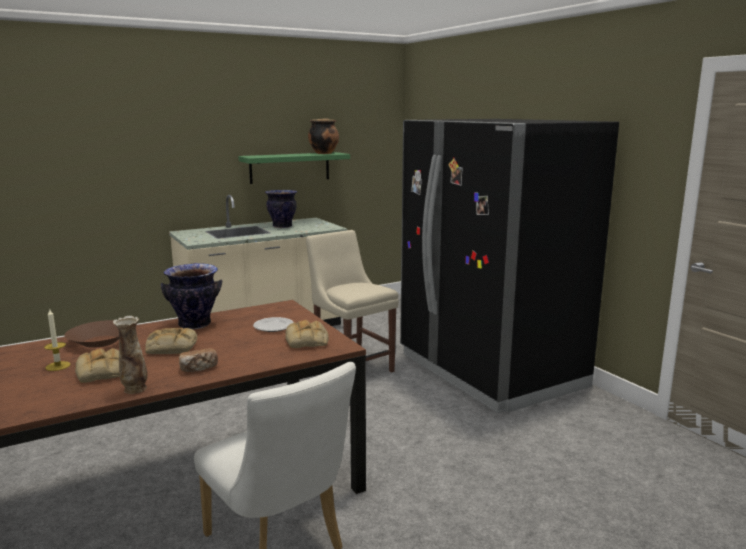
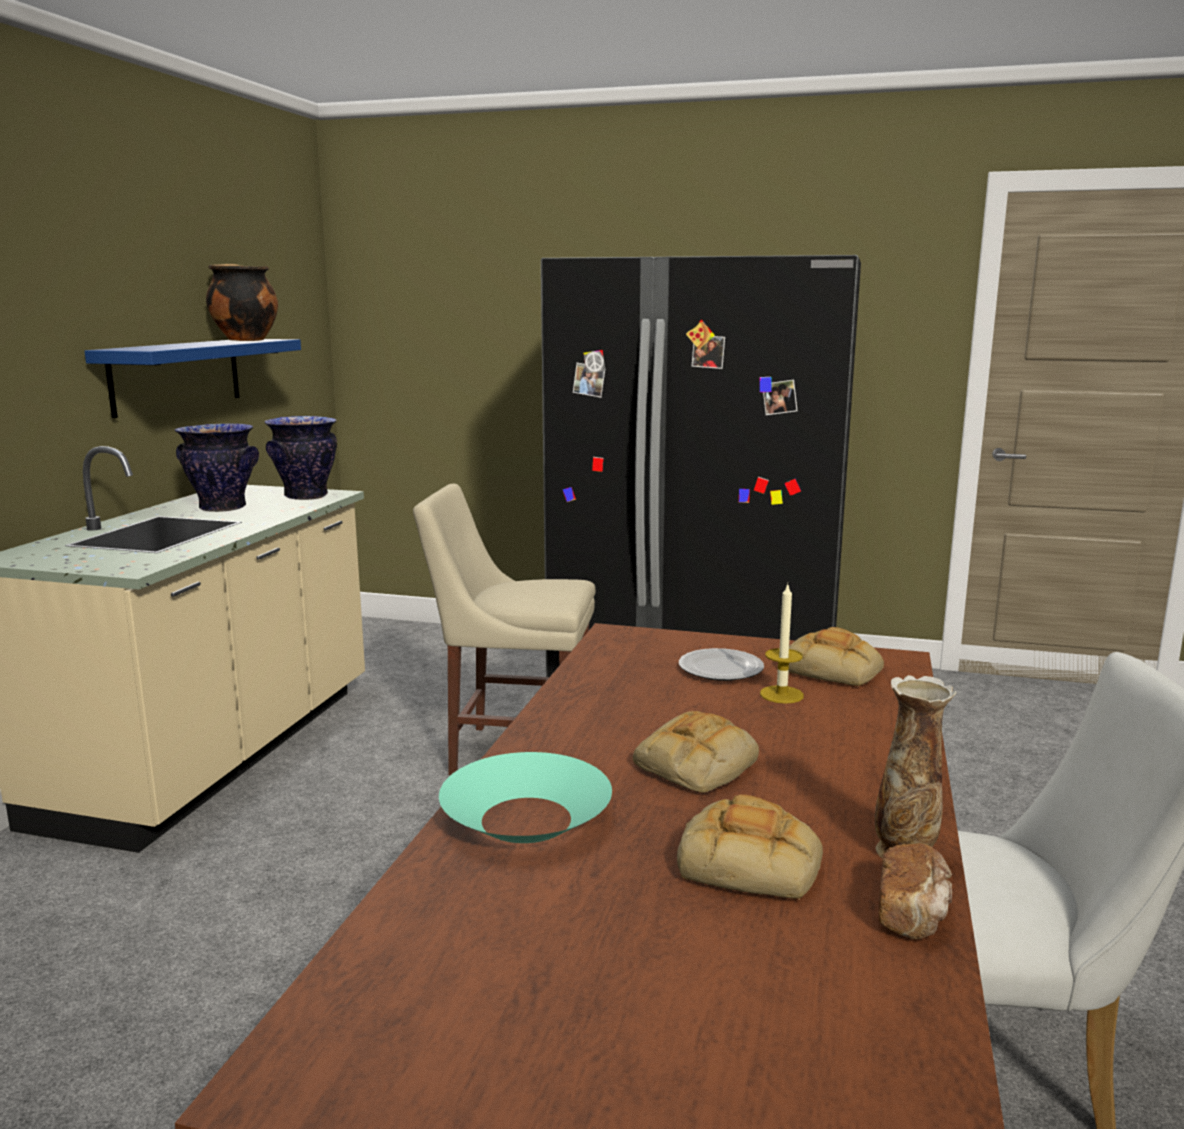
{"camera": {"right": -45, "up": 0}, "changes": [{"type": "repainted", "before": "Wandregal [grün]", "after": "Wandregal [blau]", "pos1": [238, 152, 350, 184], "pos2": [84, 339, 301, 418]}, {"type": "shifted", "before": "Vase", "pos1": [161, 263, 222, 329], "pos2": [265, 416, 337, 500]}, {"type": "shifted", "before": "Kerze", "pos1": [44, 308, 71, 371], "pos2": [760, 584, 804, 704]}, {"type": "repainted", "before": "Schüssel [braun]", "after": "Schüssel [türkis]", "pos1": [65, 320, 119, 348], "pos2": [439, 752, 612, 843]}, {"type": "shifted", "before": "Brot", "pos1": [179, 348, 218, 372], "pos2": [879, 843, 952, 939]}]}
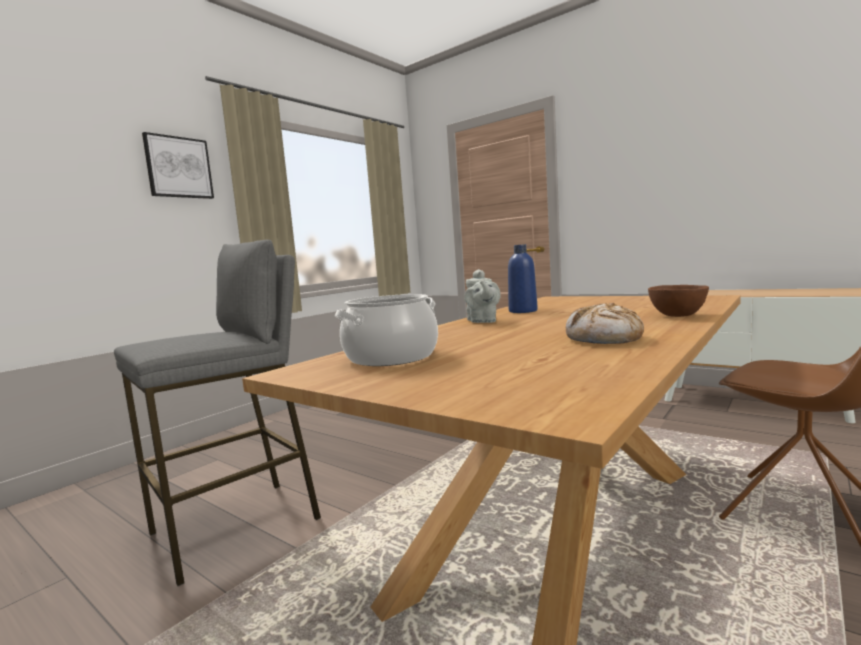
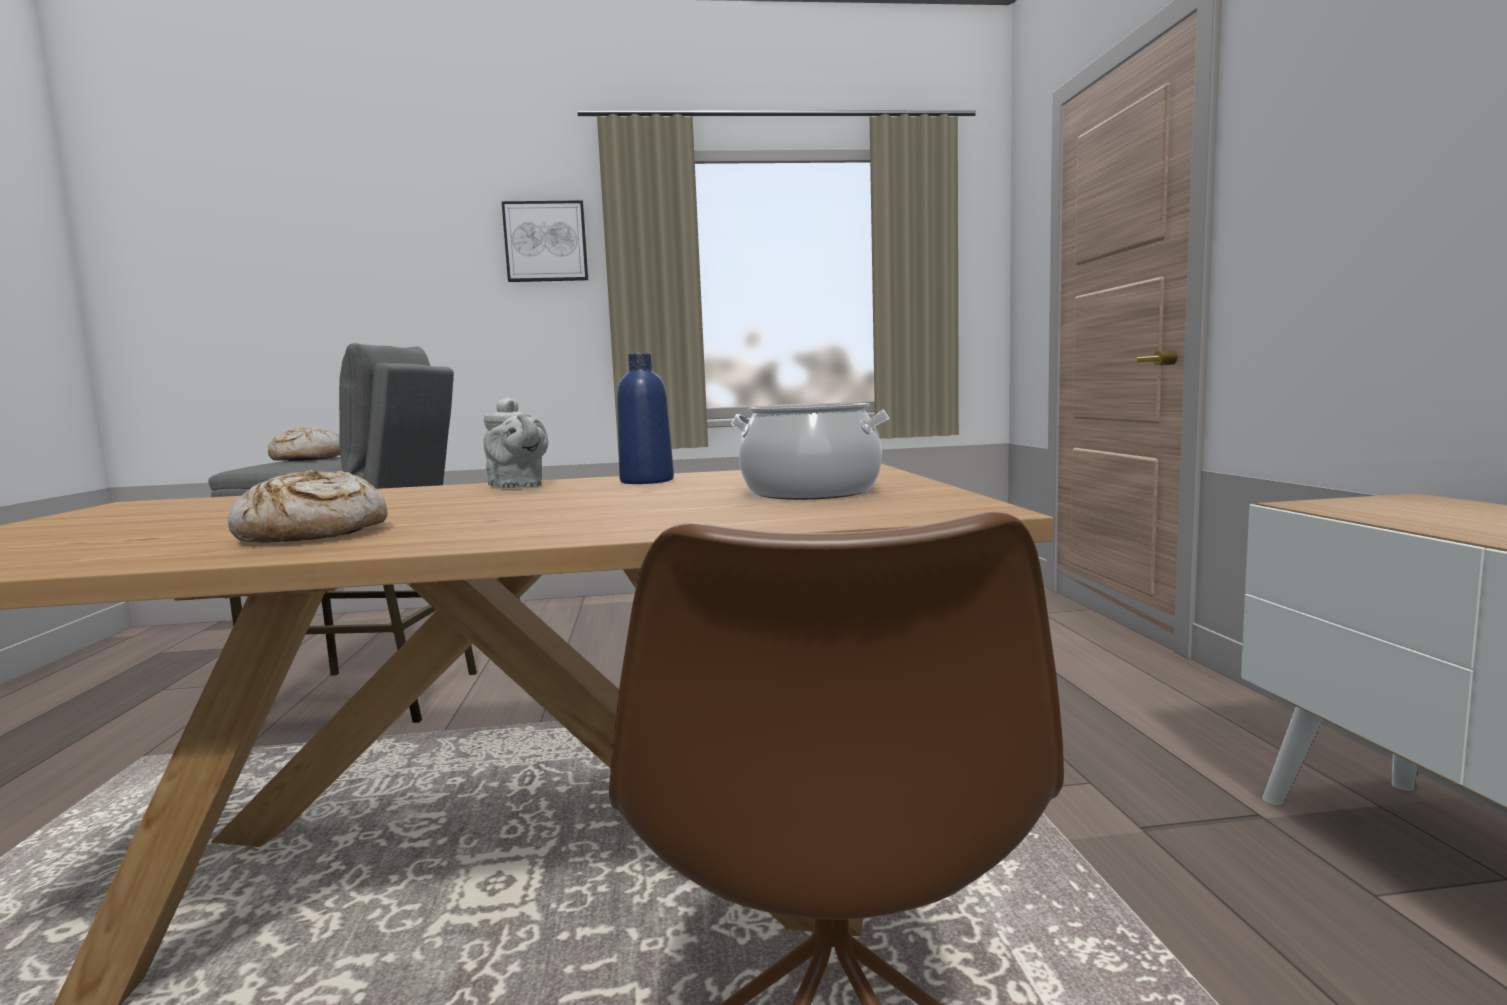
{"camera": {"right": 45, "up": 0}, "changes": [{"type": "rotated", "before": "Teekanne [grau]", "pos1": [464, 269, 501, 323], "pos2": [483, 397, 548, 488], "turn": -75}, {"type": "gone", "before": "Schüssel [braun]", "pos1": [648, 285, 709, 317]}, {"type": "shifted", "before": "Kochtopf", "pos1": [335, 294, 438, 366], "pos2": [731, 403, 889, 500]}, {"type": "new", "after": "Brot", "pos2": [268, 427, 340, 461]}]}
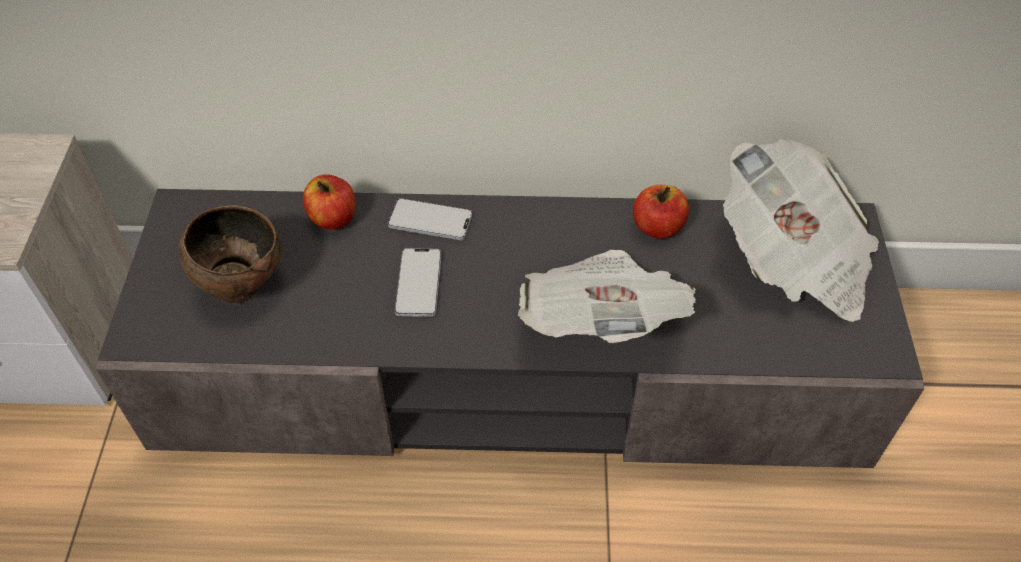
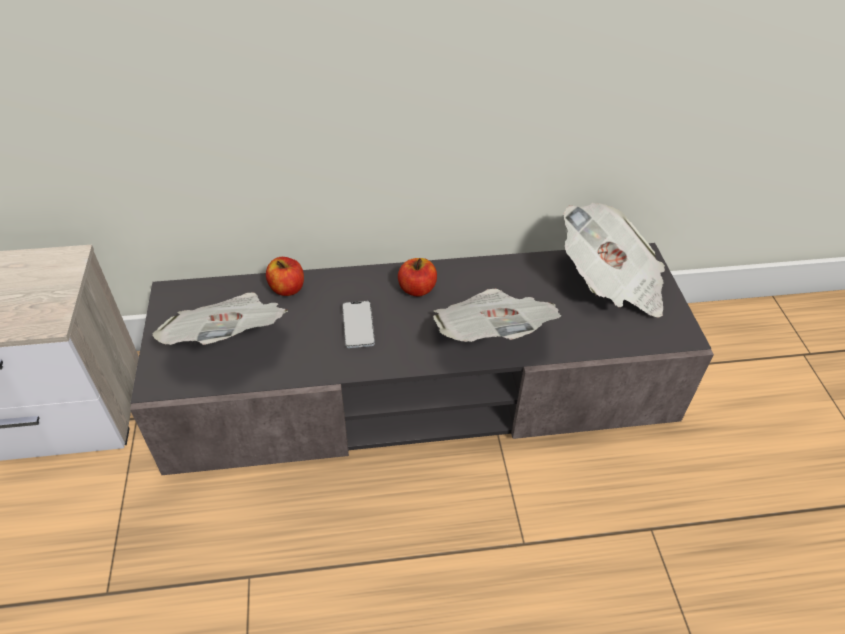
{"camera": {"right": -10, "up": -5}, "changes": [{"type": "shifted", "before": "Apfel", "pos1": [633, 185, 689, 239], "pos2": [398, 258, 437, 297]}, {"type": "gone", "before": "Handy", "pos1": [388, 198, 472, 240]}, {"type": "swapped", "before": "Schüssel [braun]", "after": "Zeitung", "pos1": [178, 205, 281, 304], "pos2": [152, 292, 288, 345]}]}
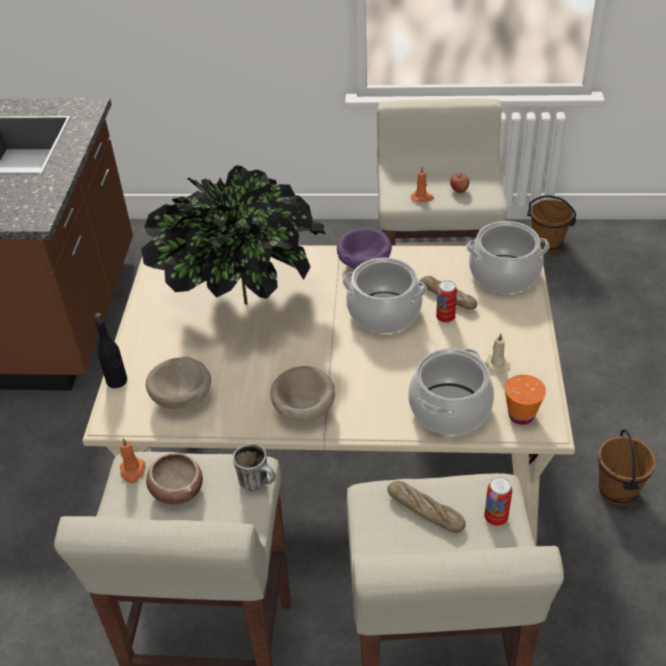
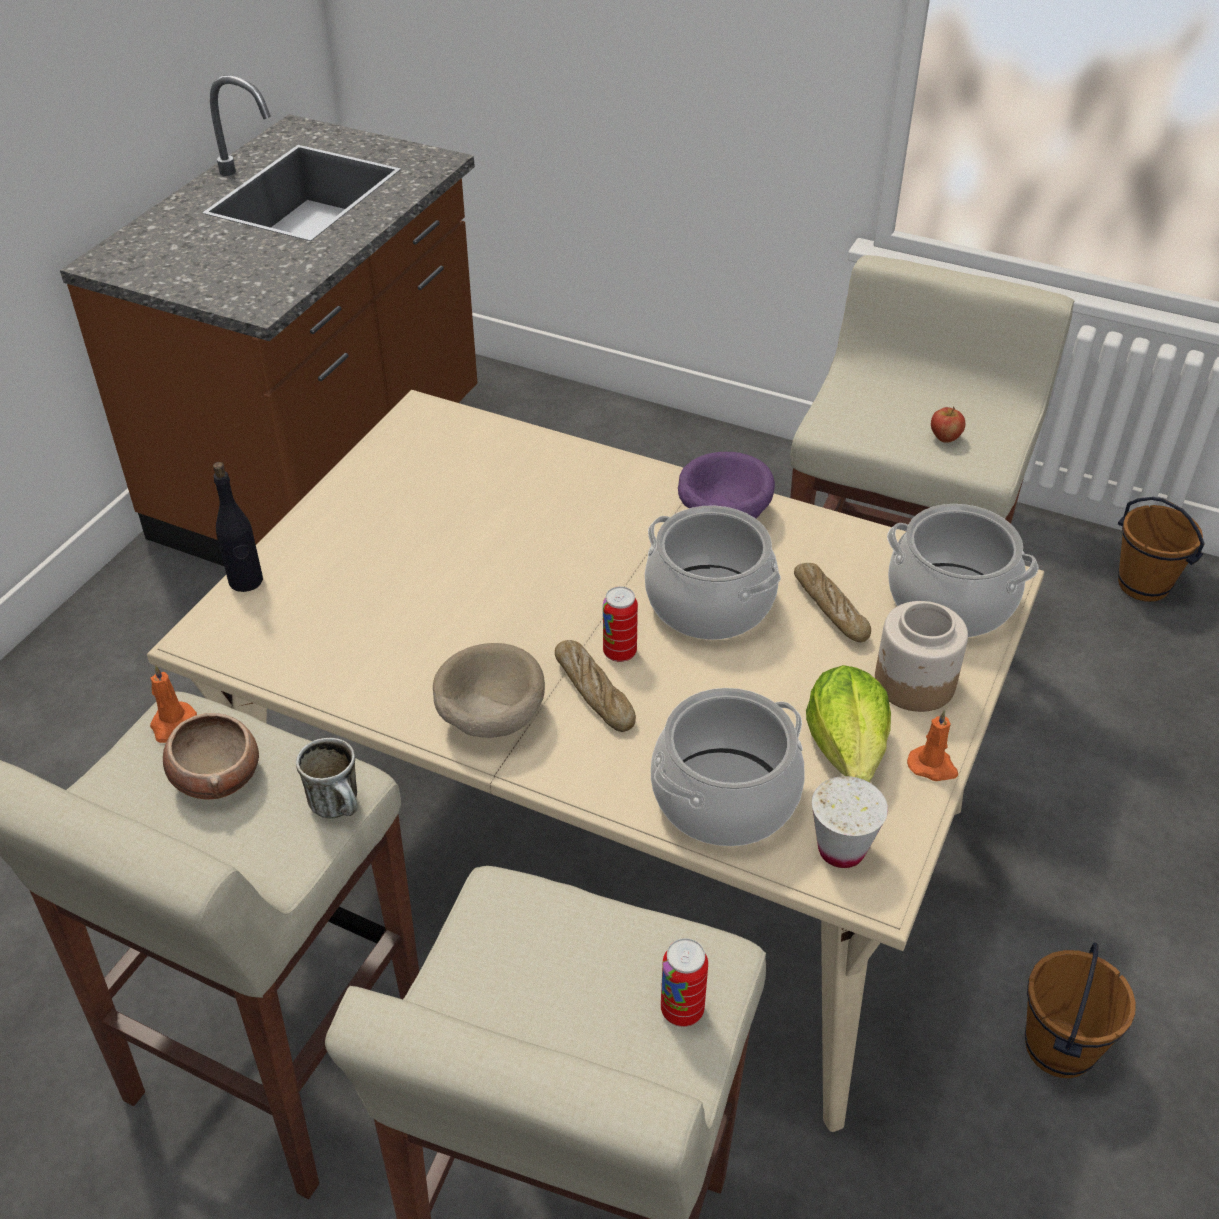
{"camera": {"right": 20, "up": 0}, "changes": [{"type": "gone", "before": "Topfpflanze", "pos1": [141, 165, 326, 305]}, {"type": "shifted", "before": "Kerze [orange]", "pos1": [411, 166, 434, 202], "pos2": [907, 710, 958, 781]}, {"type": "shifted", "before": "Dose", "pos1": [436, 280, 457, 323], "pos2": [603, 586, 638, 662]}, {"type": "swapped", "before": "Kerze [beige]", "after": "Salatkopf", "pos1": [485, 333, 510, 374], "pos2": [806, 665, 891, 783]}, {"type": "gone", "before": "Schüssel [beige]", "pos1": [146, 357, 211, 409]}, {"type": "repainted", "before": "Tasse [orange]", "after": "Tasse [weiß]", "pos1": [505, 375, 546, 425], "pos2": [812, 776, 888, 868]}, {"type": "shifted", "before": "Brot", "pos1": [387, 481, 466, 533], "pos2": [555, 640, 636, 732]}, {"type": "new", "after": "Vorratsglas", "pos2": [875, 601, 968, 712]}]}
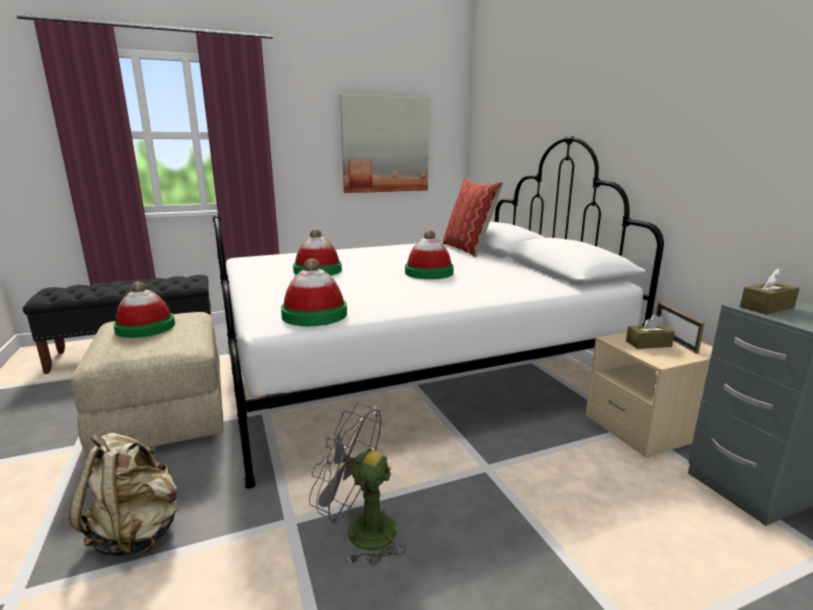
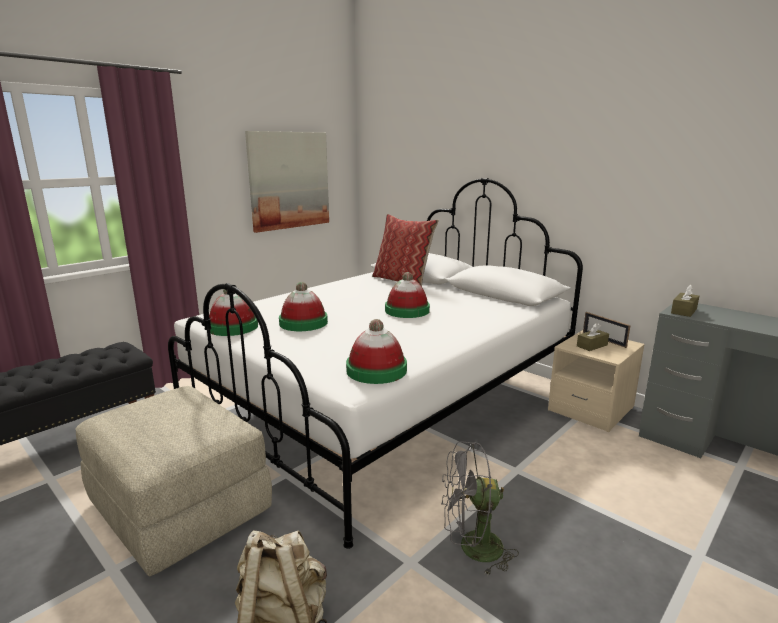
{"camera": {"right": -25, "up": 0}, "changes": [{"type": "shifted", "before": "Hut", "pos1": [113, 282, 175, 338], "pos2": [209, 289, 258, 336]}]}
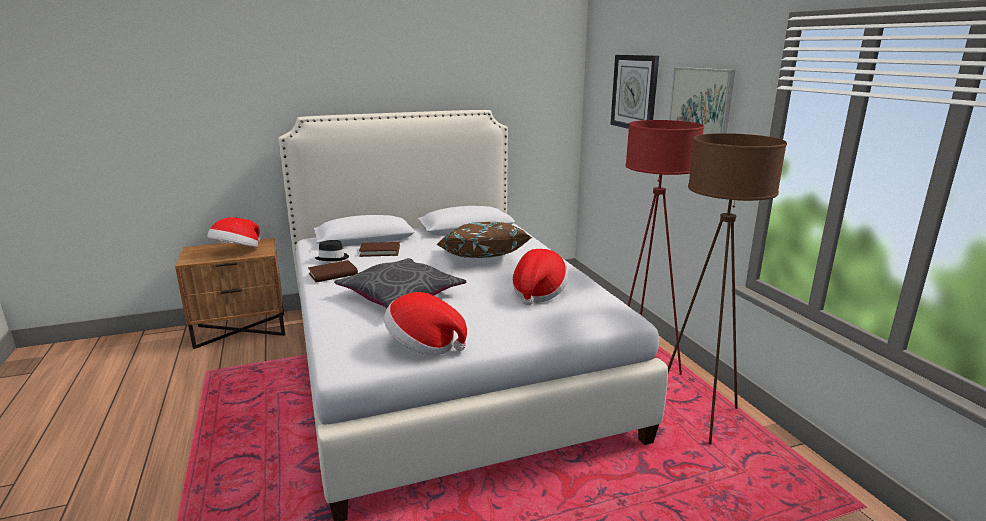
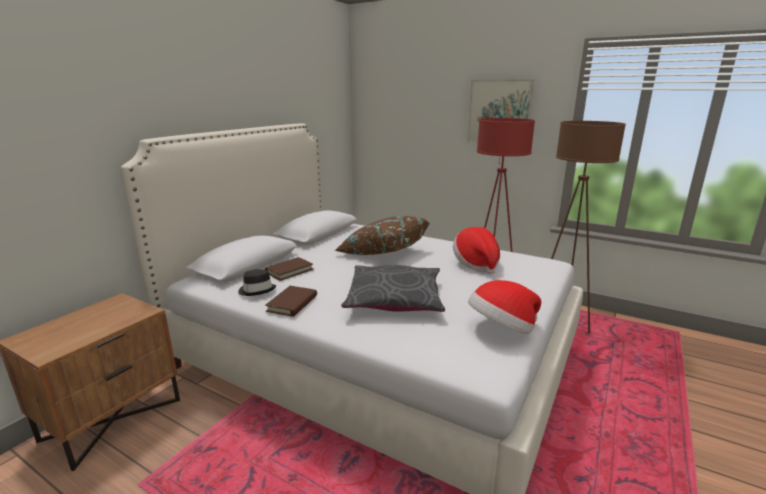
{"camera": {"right": -40, "up": 0}, "changes": [{"type": "gone", "before": "Wanduhr", "pos1": [610, 55, 659, 129]}, {"type": "gone", "before": "Hut", "pos1": [207, 217, 260, 248]}]}
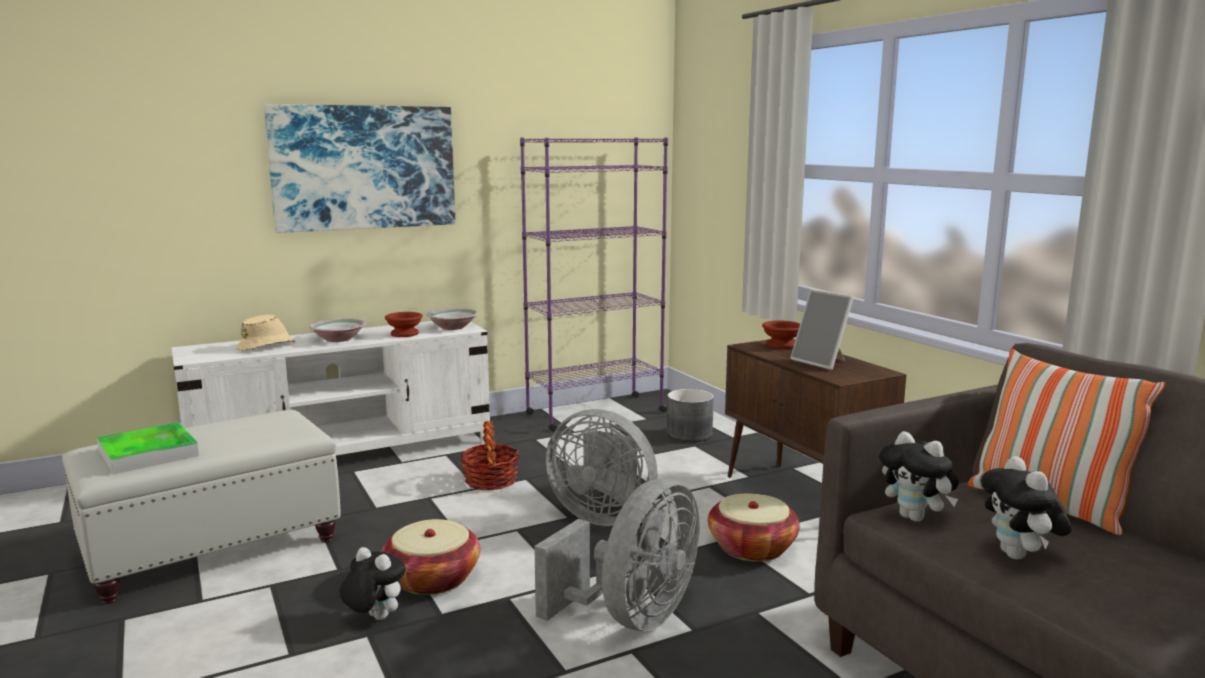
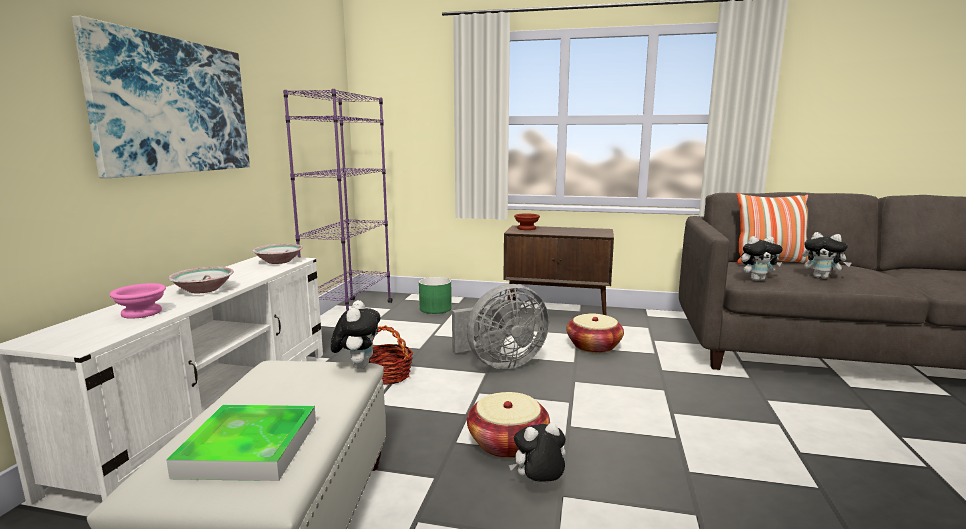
{"camera": {"right": -50, "up": 0}, "changes": [{"type": "gone", "before": "Bilderrahmen", "pos1": [790, 289, 854, 370]}, {"type": "gone", "before": "Schüssel [braun]", "pos1": [385, 312, 423, 337]}, {"type": "swapped", "before": "Hut [beige]", "after": "Schüssel [rosa]", "pos1": [237, 315, 295, 351], "pos2": [109, 283, 166, 319]}, {"type": "repainted", "before": "Pflanzkübel [grau]", "after": "Pflanzkübel [grün]", "pos1": [667, 389, 714, 442], "pos2": [419, 277, 452, 314]}, {"type": "gone", "before": "Ventilator [grau]", "pos1": [534, 478, 699, 631]}, {"type": "new", "after": "Plüschtier", "pos2": [331, 300, 380, 369]}]}
